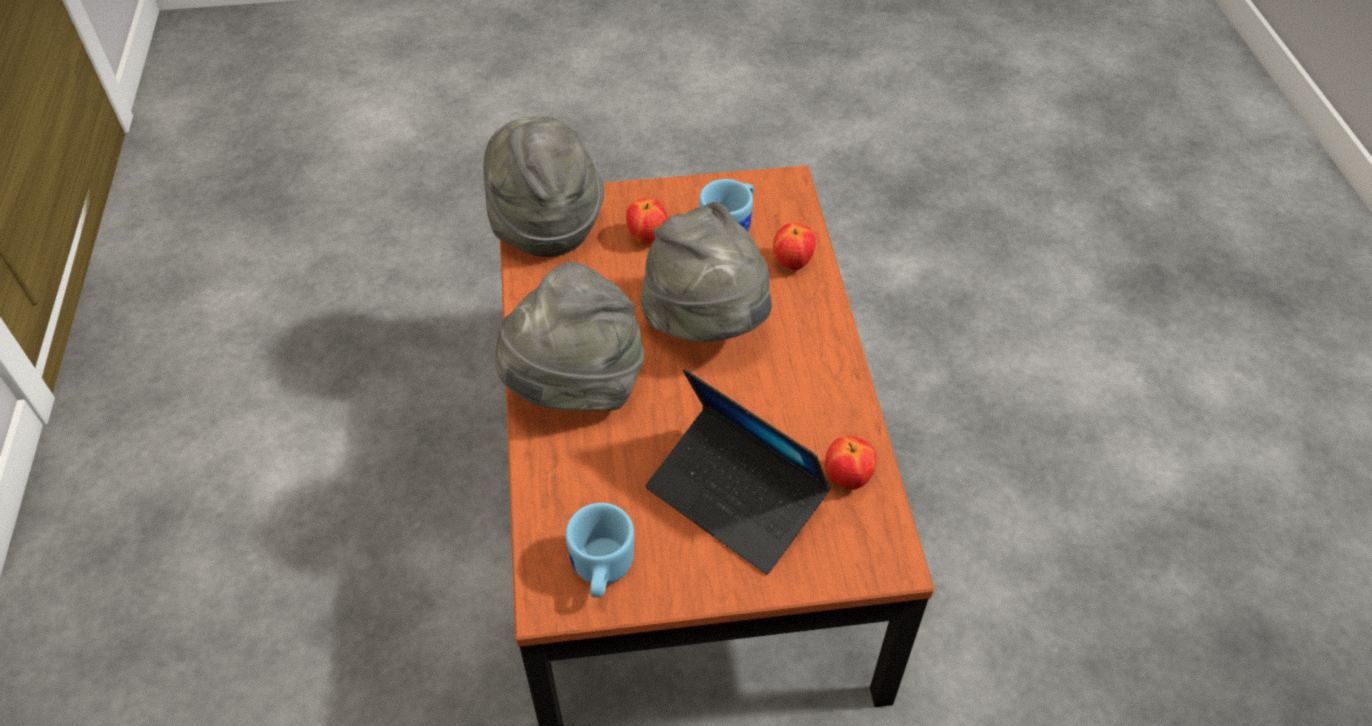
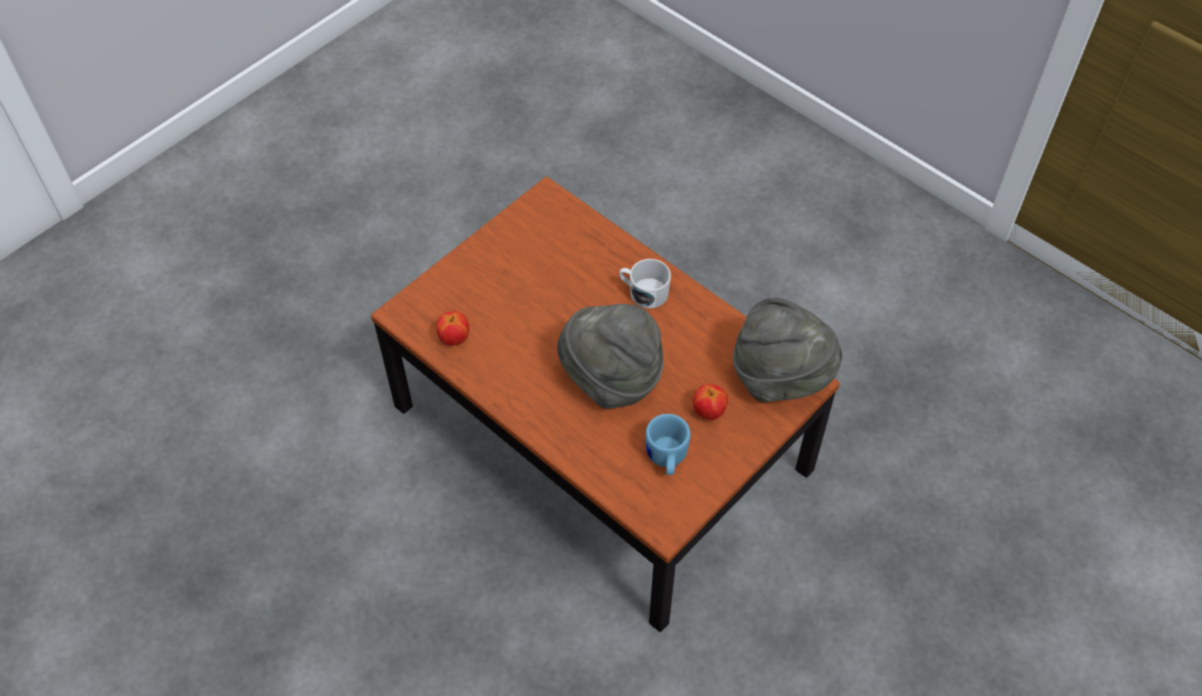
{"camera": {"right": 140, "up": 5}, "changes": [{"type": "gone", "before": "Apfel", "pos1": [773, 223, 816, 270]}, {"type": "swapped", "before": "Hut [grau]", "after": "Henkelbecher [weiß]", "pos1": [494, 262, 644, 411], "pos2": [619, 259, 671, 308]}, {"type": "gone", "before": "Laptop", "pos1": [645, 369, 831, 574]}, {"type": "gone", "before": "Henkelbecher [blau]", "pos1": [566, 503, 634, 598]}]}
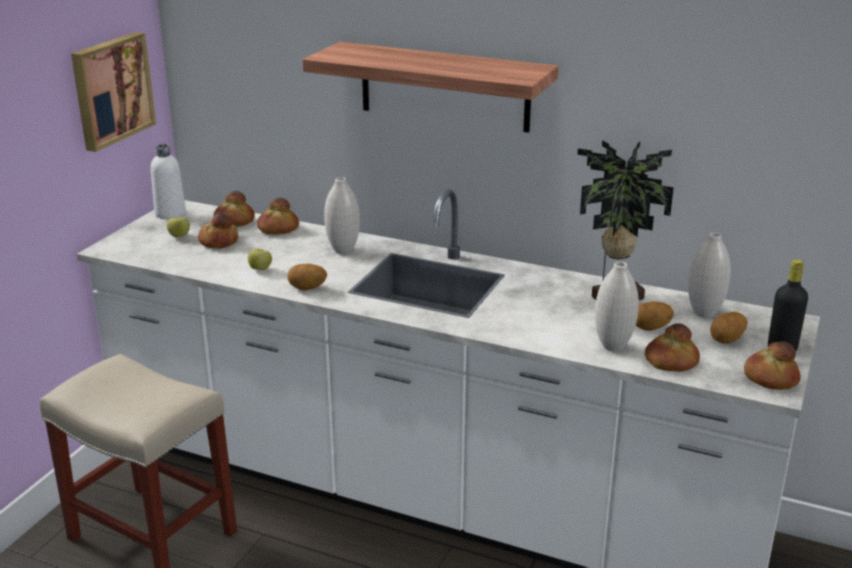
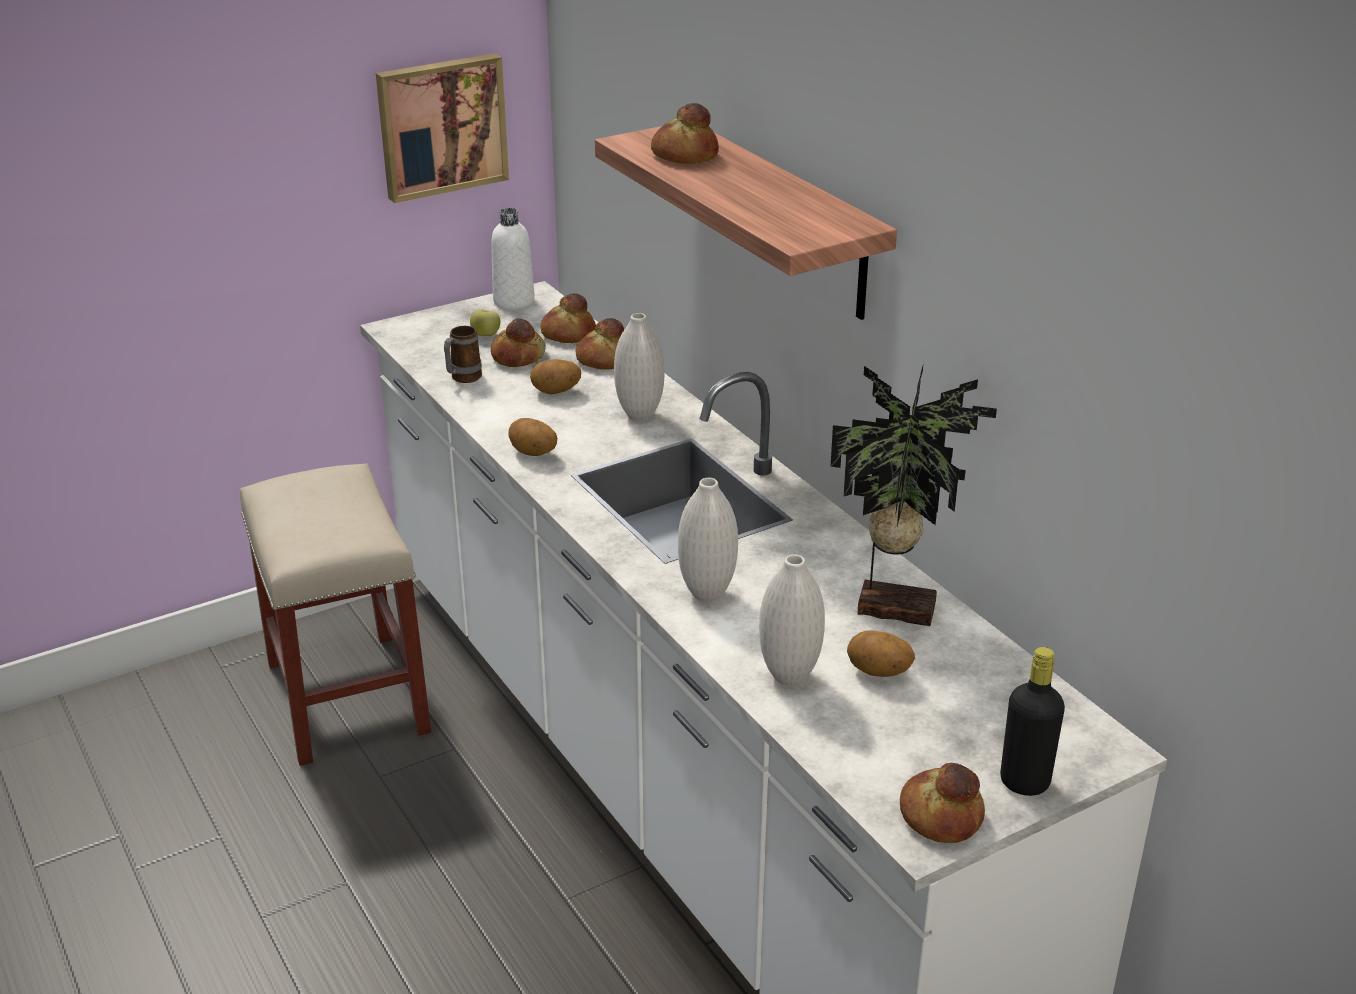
{"camera": {"right": 35, "up": 5}, "changes": [{"type": "shifted", "before": "Vase [weiß]", "pos1": [688, 232, 731, 318], "pos2": [678, 478, 738, 602]}, {"type": "gone", "before": "Apfel", "pos1": [248, 249, 272, 270]}, {"type": "shifted", "before": "Kartoffel", "pos1": [710, 312, 748, 344], "pos2": [530, 359, 581, 394]}, {"type": "shifted", "before": "Brot", "pos1": [645, 323, 700, 372], "pos2": [651, 103, 719, 164]}, {"type": "new", "after": "Henkelbecher", "pos2": [444, 326, 482, 383]}]}
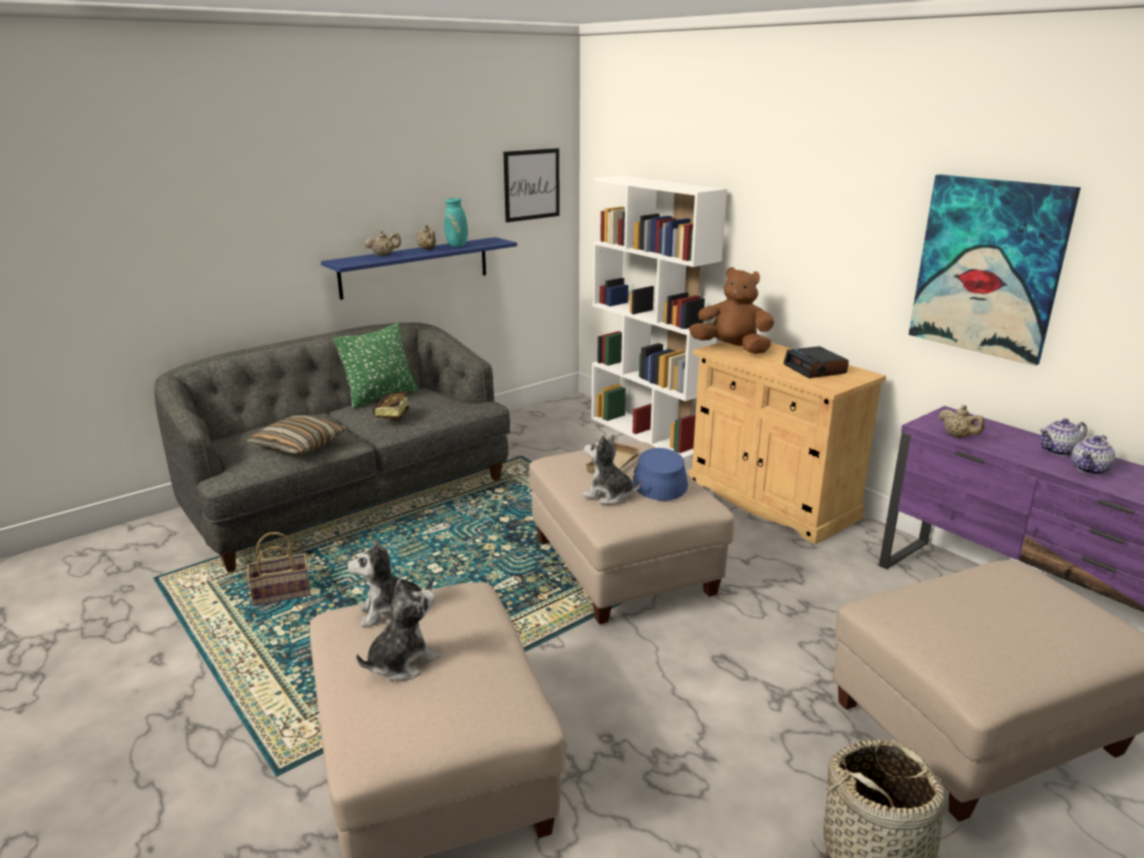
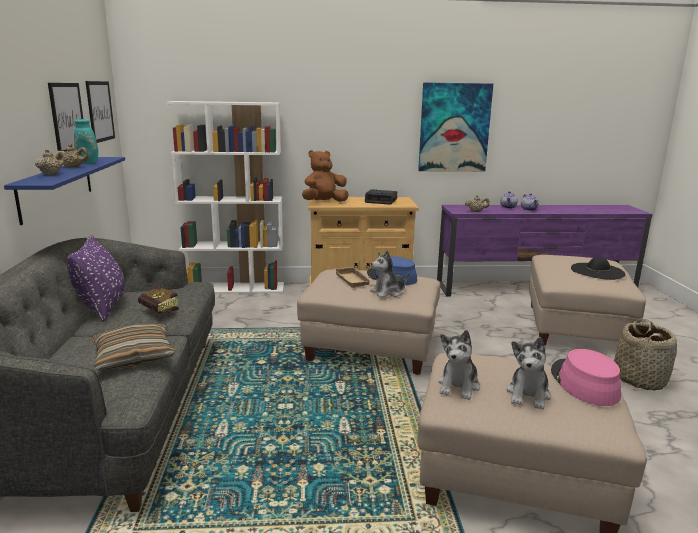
{"camera": {"right": -55, "up": -5}, "changes": [{"type": "repainted", "before": "Kissen [grün]", "after": "Kissen [lila]", "pos1": [333, 323, 418, 410], "pos2": [67, 235, 125, 322]}, {"type": "gone", "before": "Korb", "pos1": [247, 532, 311, 606]}, {"type": "rotated", "before": "Plüschtier", "pos1": [356, 579, 440, 681], "pos2": [507, 337, 551, 410], "turn": -150}, {"type": "new", "after": "Bild", "pos2": [48, 83, 83, 152]}, {"type": "new", "after": "Hut [schwarz]", "pos2": [571, 257, 626, 280]}, {"type": "new", "after": "Hut [rosa]", "pos2": [551, 349, 621, 406]}]}
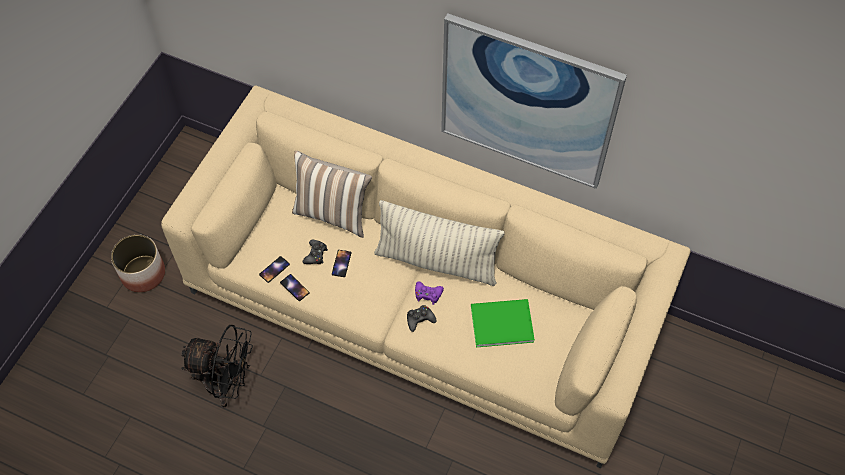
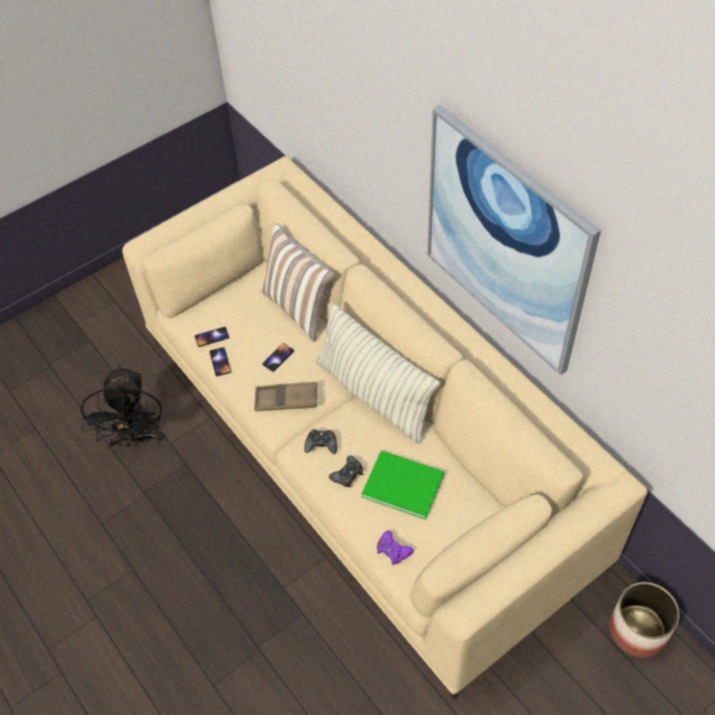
{"camera": {"right": 30, "up": -5}, "changes": [{"type": "shifted", "before": "Pflanzkübel", "pos1": [111, 234, 165, 292], "pos2": [609, 582, 679, 657]}, {"type": "shifted", "before": "Gamepad [schwarz]", "pos1": [303, 240, 328, 264], "pos2": [329, 455, 363, 488]}, {"type": "shifted", "before": "Gamepad [lila]", "pos1": [415, 282, 444, 305], "pos2": [377, 530, 414, 565]}, {"type": "rotated", "before": "Ventilator [schwarz]", "pos1": [181, 325, 253, 408], "pos2": [80, 365, 162, 447], "turn": 45}, {"type": "new", "after": "Tablett [braun]", "pos2": [254, 382, 317, 411]}]}
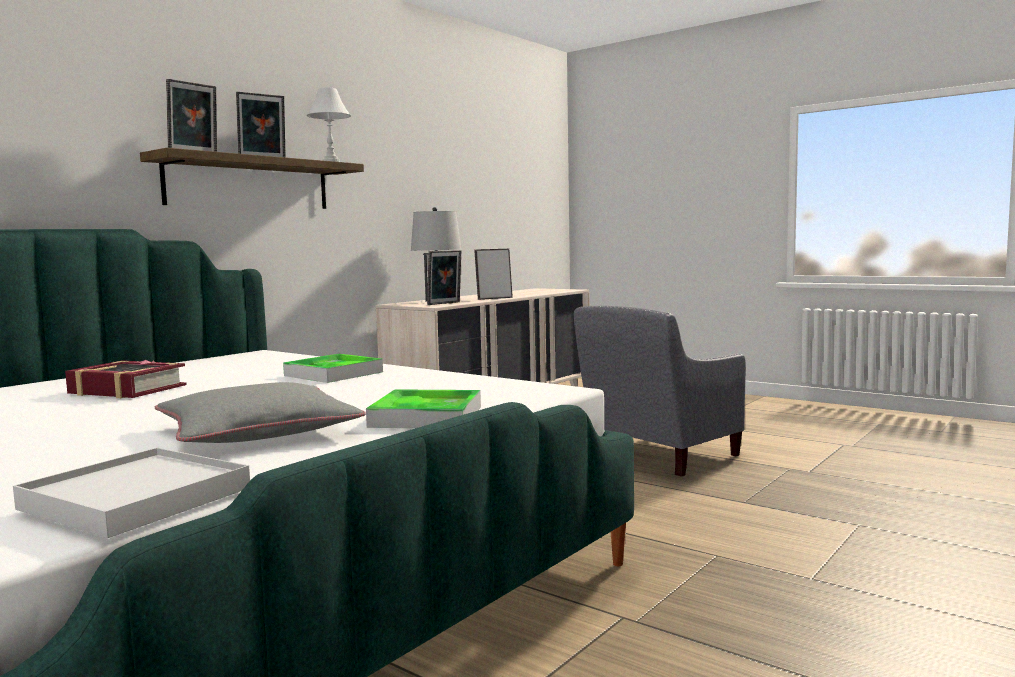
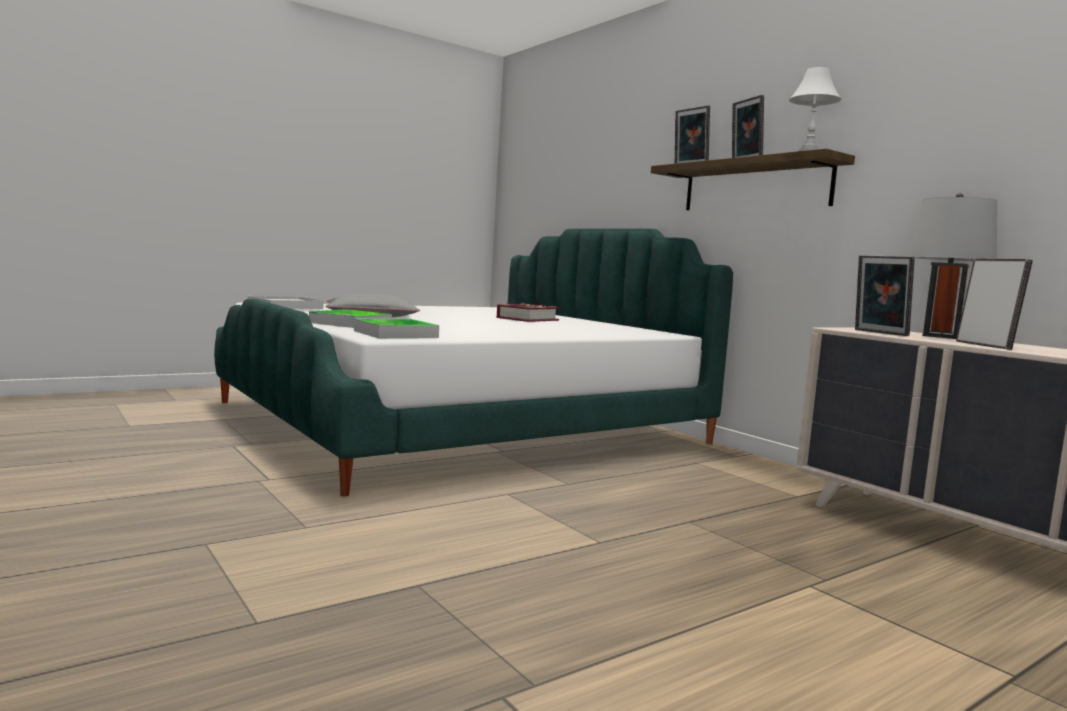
{"camera": {"right": 105, "up": 0}, "changes": [{"type": "gone", "before": "Sessel [grau]", "pos1": [574, 306, 746, 477]}, {"type": "shifted", "before": "Tablett", "pos1": [283, 354, 383, 383], "pos2": [354, 319, 439, 338]}]}
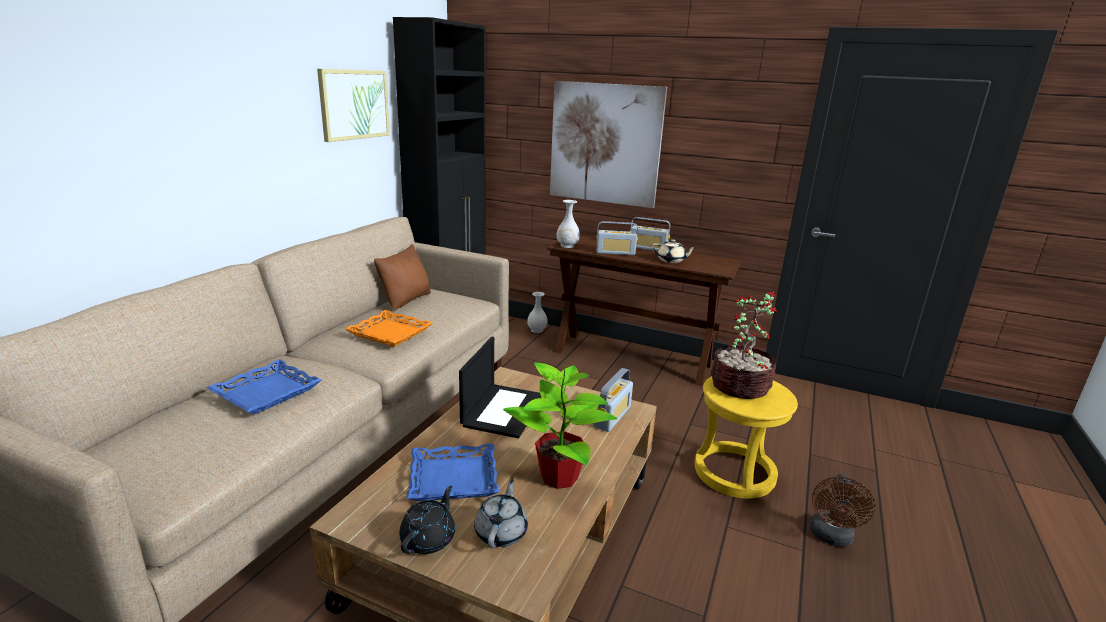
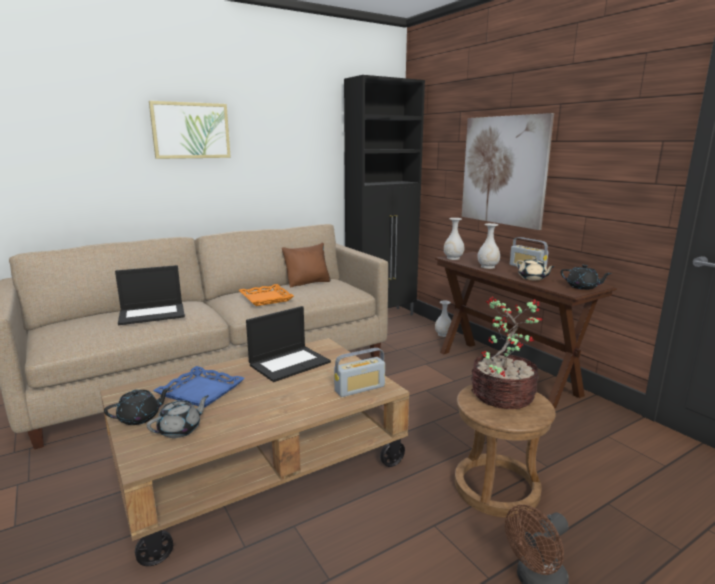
{"camera": {"right": 35, "up": -5}, "changes": [{"type": "shifted", "before": "Bild", "pos1": [317, 69, 390, 142], "pos2": [149, 101, 231, 159]}, {"type": "swapped", "before": "Radio", "after": "Vase [weiß]", "pos1": [596, 221, 638, 255], "pos2": [477, 223, 500, 269]}, {"type": "swapped", "before": "Tablett [blau]", "after": "Laptop", "pos1": [207, 359, 322, 415], "pos2": [115, 265, 185, 325]}, {"type": "gone", "before": "Topfpflanze", "pos1": [503, 360, 617, 489]}, {"type": "repainted", "before": "Hocker [gelb]", "after": "Hocker [braun]", "pos1": [694, 376, 798, 499], "pos2": [455, 385, 556, 518]}, {"type": "new", "after": "Teekanne [schwarz]", "pos2": [560, 265, 612, 290]}]}
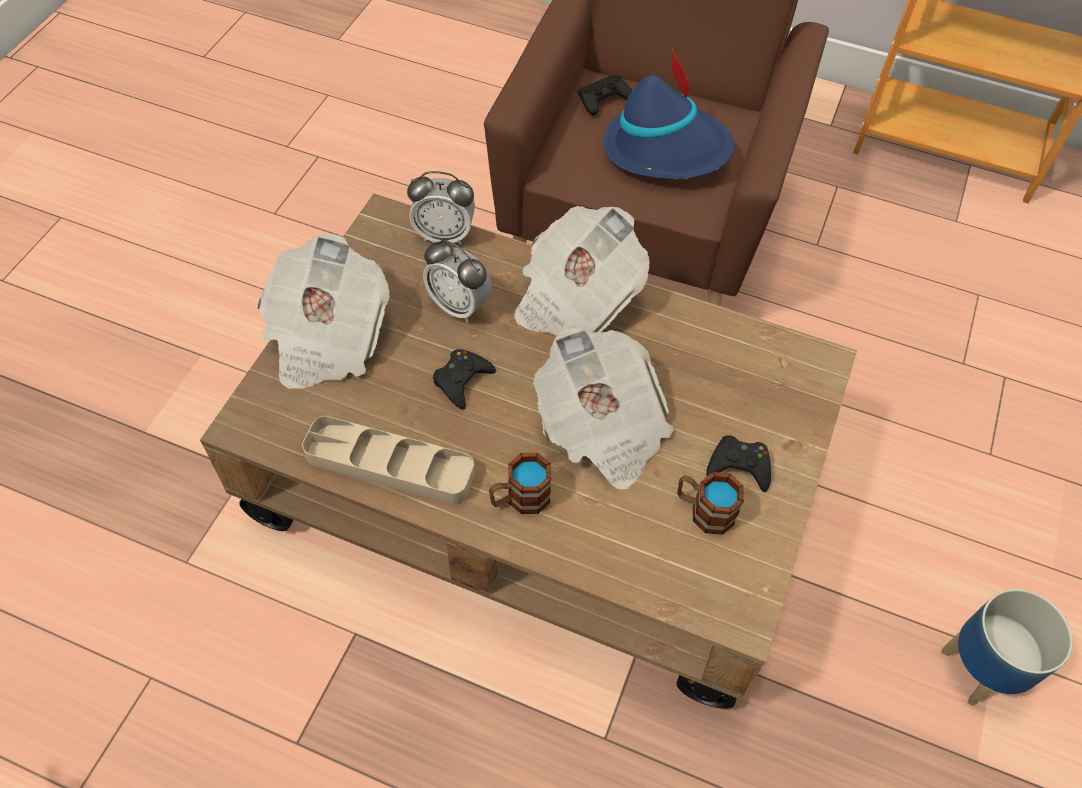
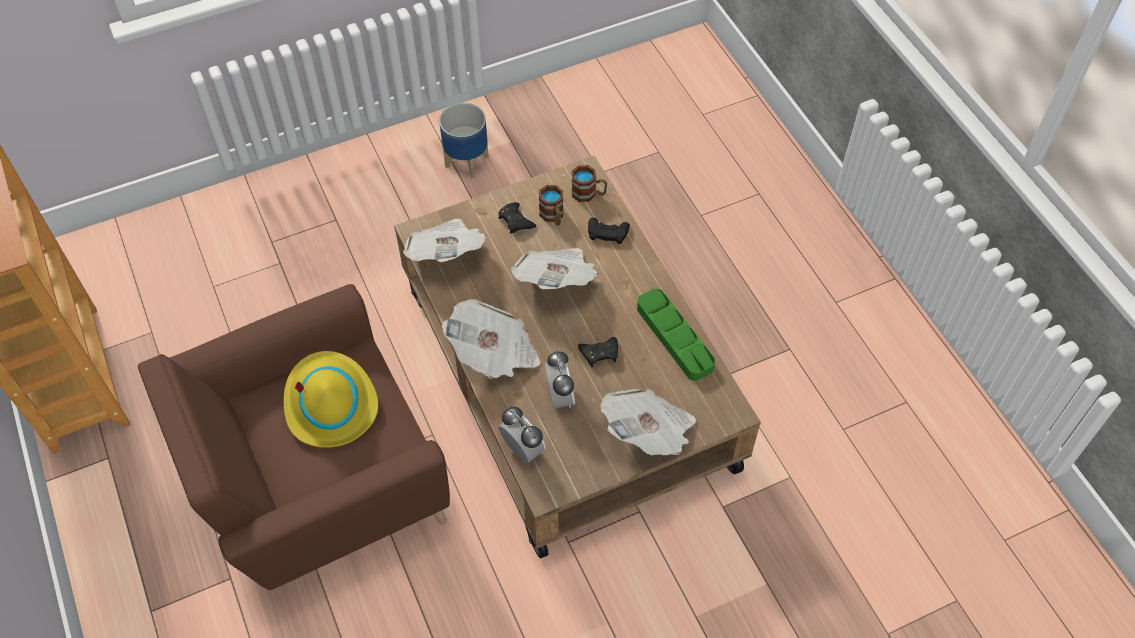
{"camera": {"right": -135, "up": 0}, "changes": [{"type": "repainted", "before": "Hut [blau]", "after": "Hut [gelb]", "pos1": [604, 49, 734, 179], "pos2": [284, 351, 378, 448]}, {"type": "shifted", "before": "Gamepad [schwarz]", "pos1": [577, 75, 633, 115], "pos2": [588, 218, 630, 244]}, {"type": "repainted", "before": "Tablett [beige]", "after": "Tablett [grün]", "pos1": [302, 416, 475, 505], "pos2": [637, 289, 715, 381]}, {"type": "shifted", "before": "Henkelbecher", "pos1": [489, 453, 552, 514], "pos2": [572, 165, 607, 202]}, {"type": "new", "after": "Zeitung", "pos2": [403, 219, 487, 262]}]}
